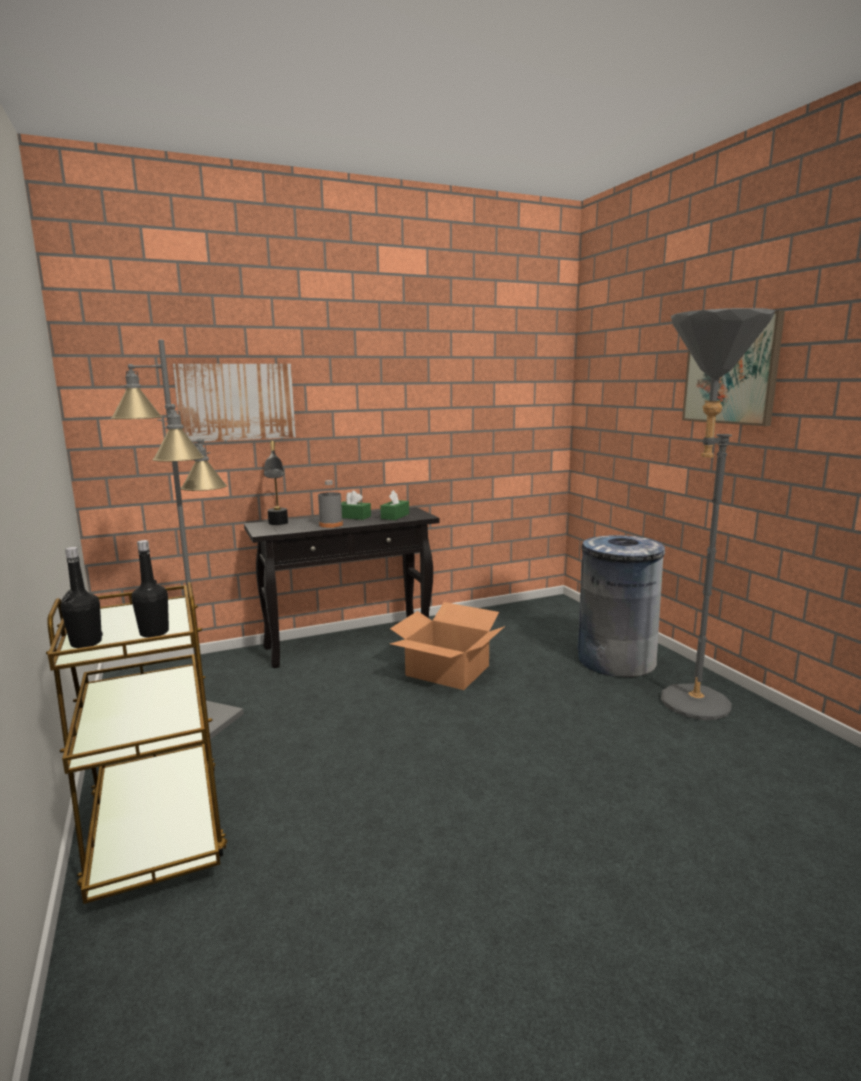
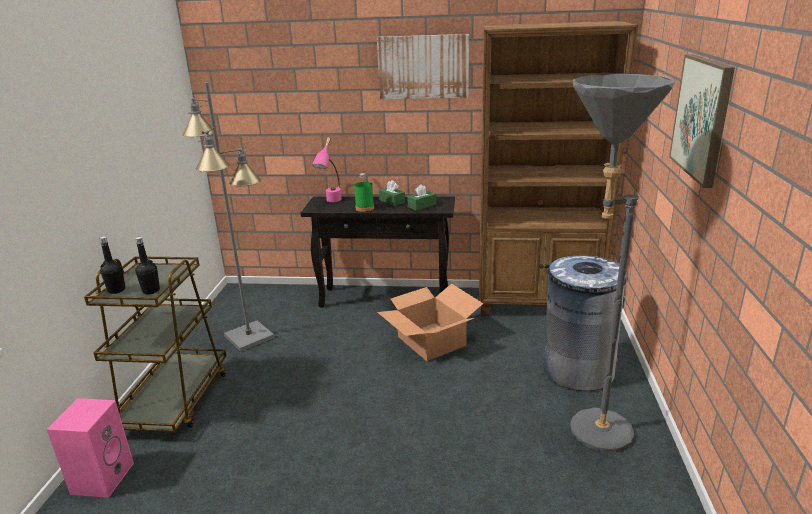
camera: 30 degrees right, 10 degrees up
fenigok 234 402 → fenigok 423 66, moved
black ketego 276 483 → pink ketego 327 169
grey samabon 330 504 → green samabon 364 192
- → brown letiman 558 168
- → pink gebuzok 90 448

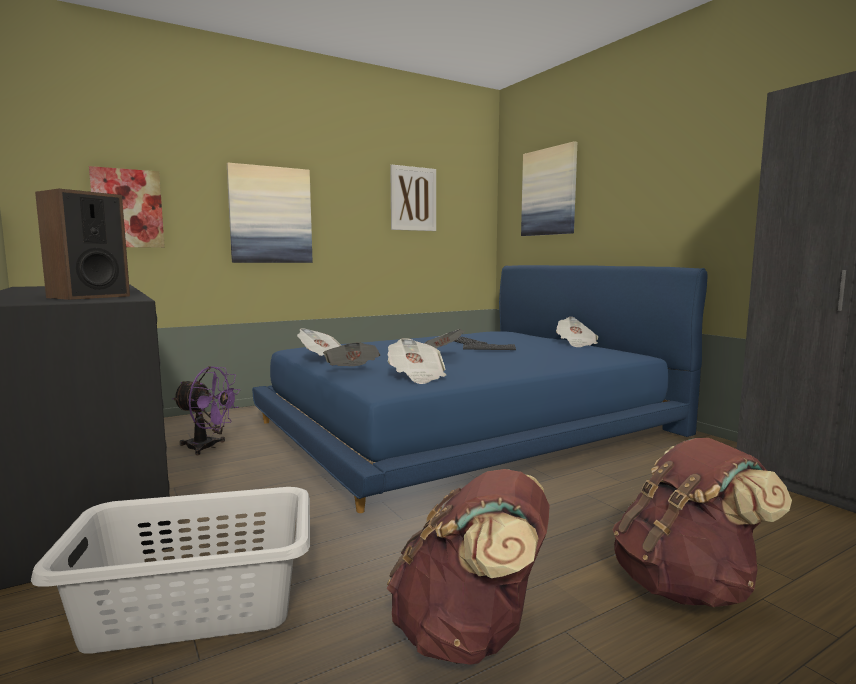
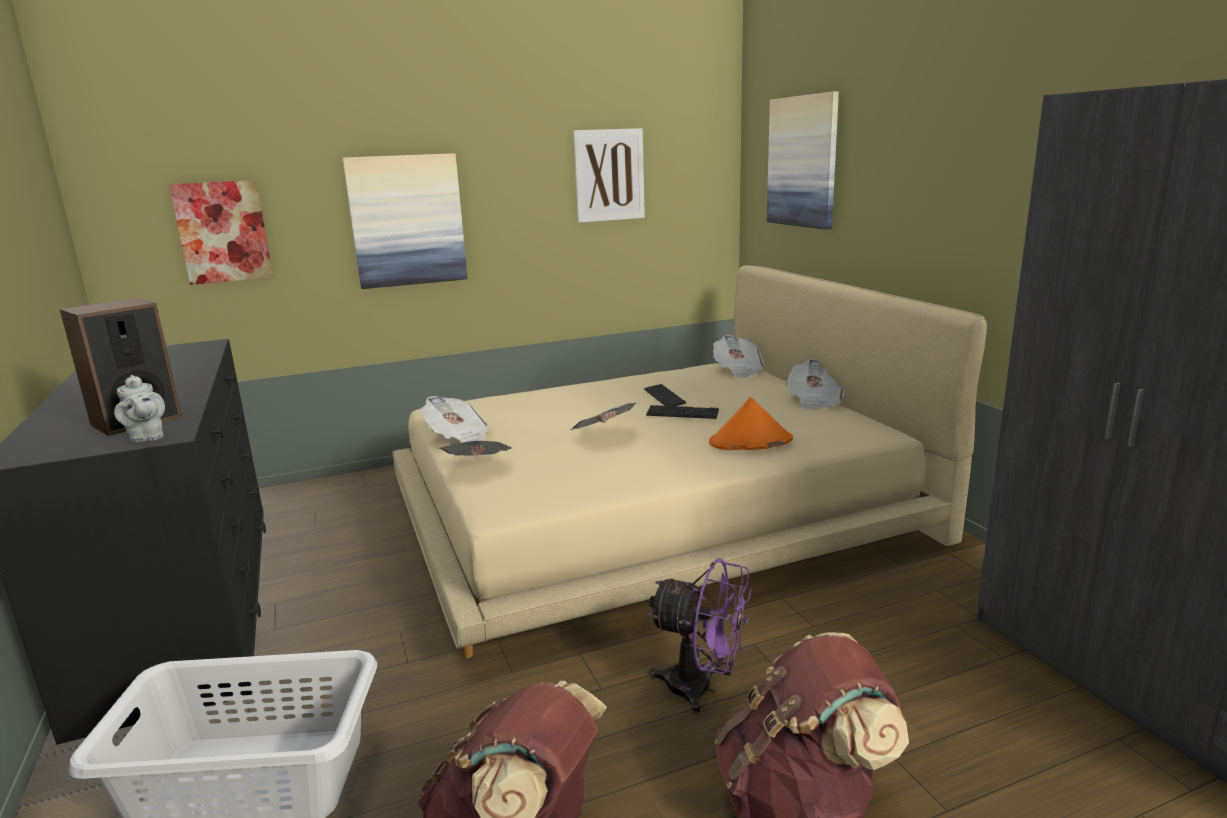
camera: 10 degrees right, 10 degrees up
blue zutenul 479 389 → beige zutenul 689 461
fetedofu 417 361 → fetedofu 738 356, moved
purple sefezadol 206 410 → purple sefezadol 699 636, moved
- → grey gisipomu 139 408
- → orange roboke 751 423

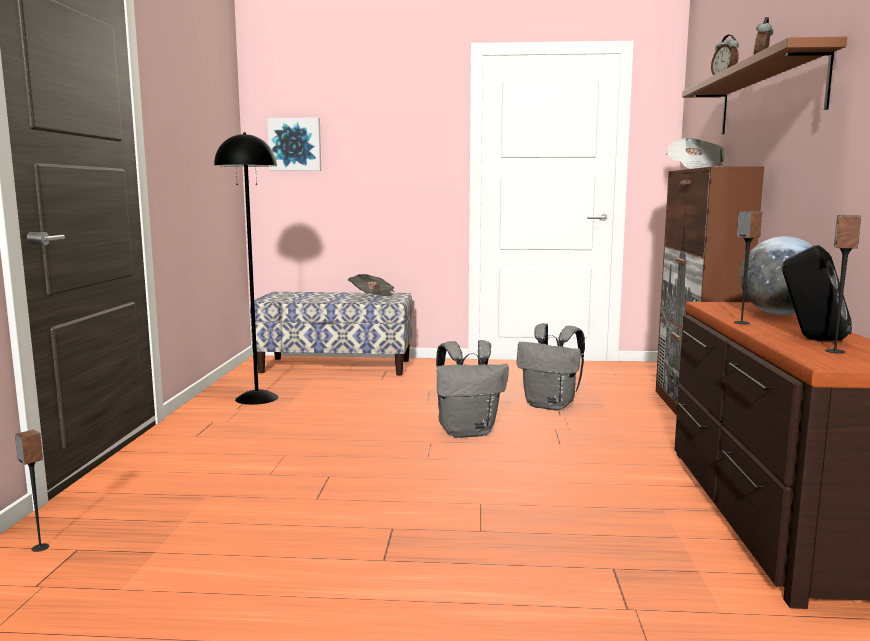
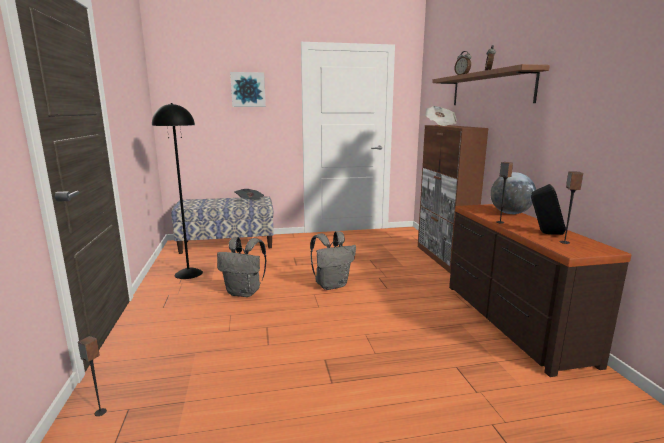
camera: 15 degrees left, 5 degrees up
fenigok 294 144 → fenigok 248 89, moved
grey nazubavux 550 367 → grey nazubavux 241 267, moved

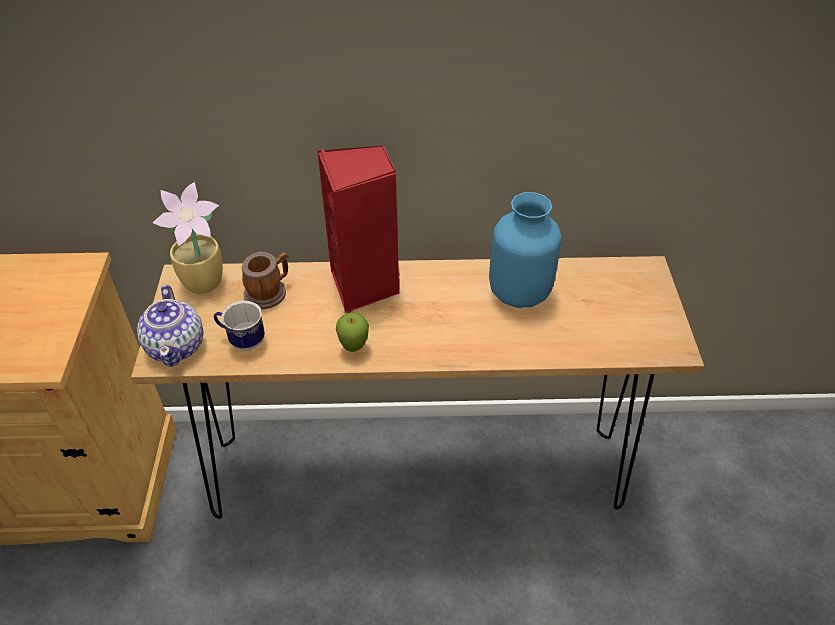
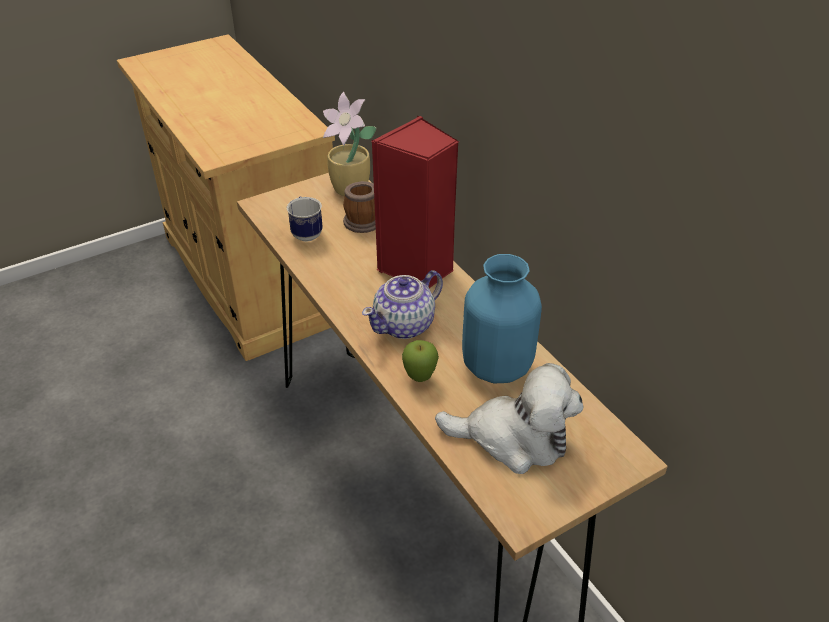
camera: 60 degrees right, 5 degrees down
gisipomu 170 326 → gisipomu 402 304, moved
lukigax 352 332 → lukigax 420 361, moved
- → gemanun 509 418

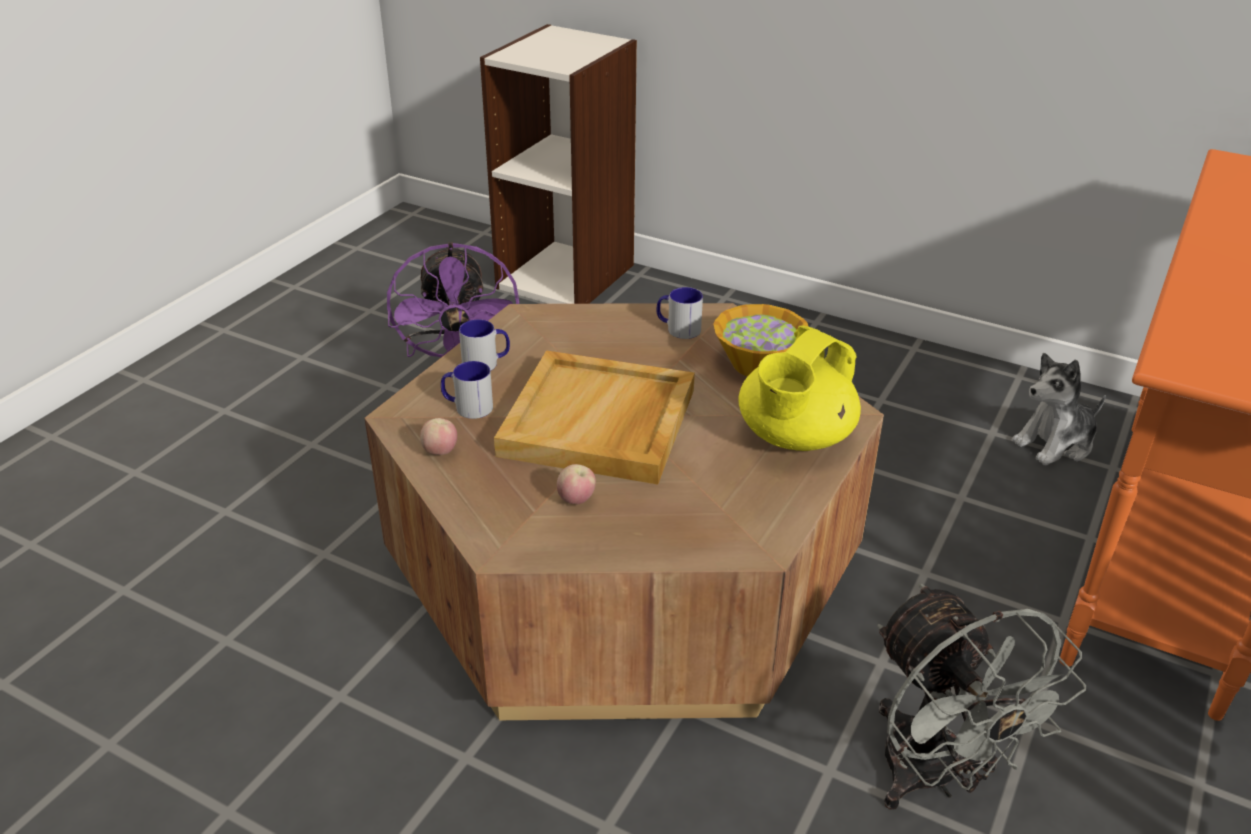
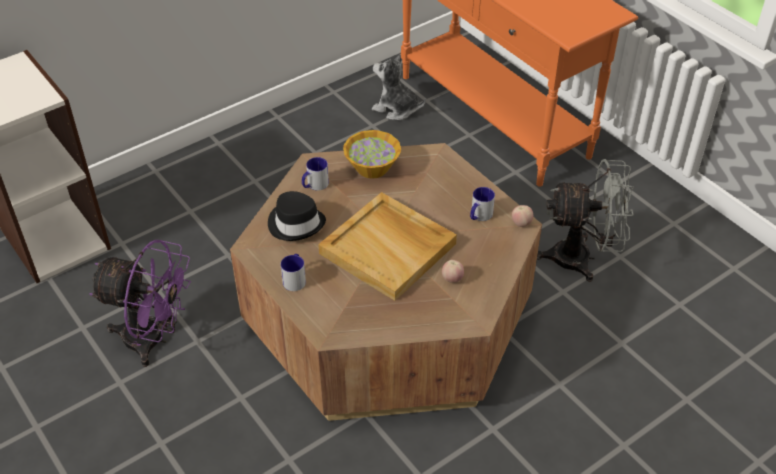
camera: 65 degrees left, 10 degrees up
yellow gisipomu 800 388 → -
gemanun 1059 409 → gemanun 399 87, 120 degrees clockwise
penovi 467 390 → penovi 482 204, moved
lukigax 438 436 → lukigax 522 216, moved
- → black roboke 297 216

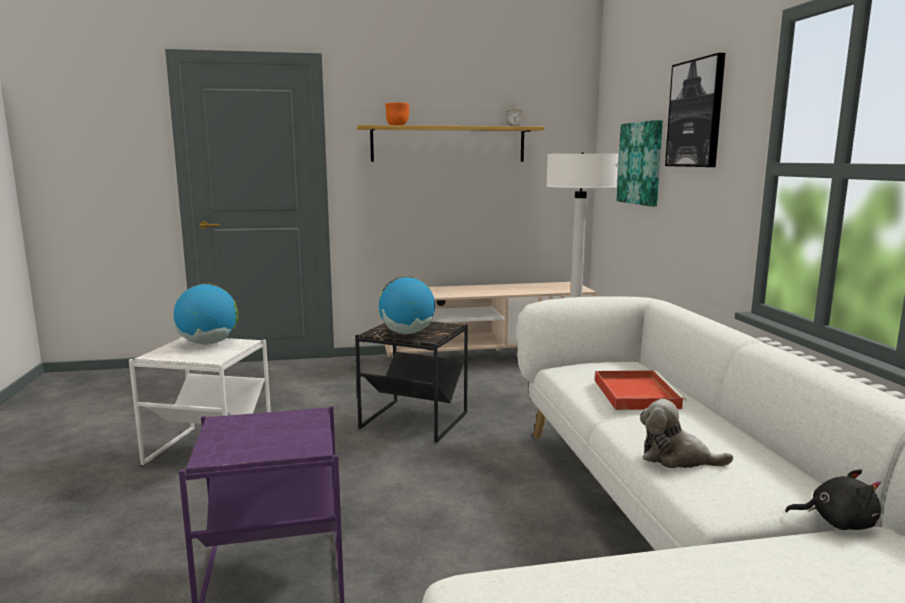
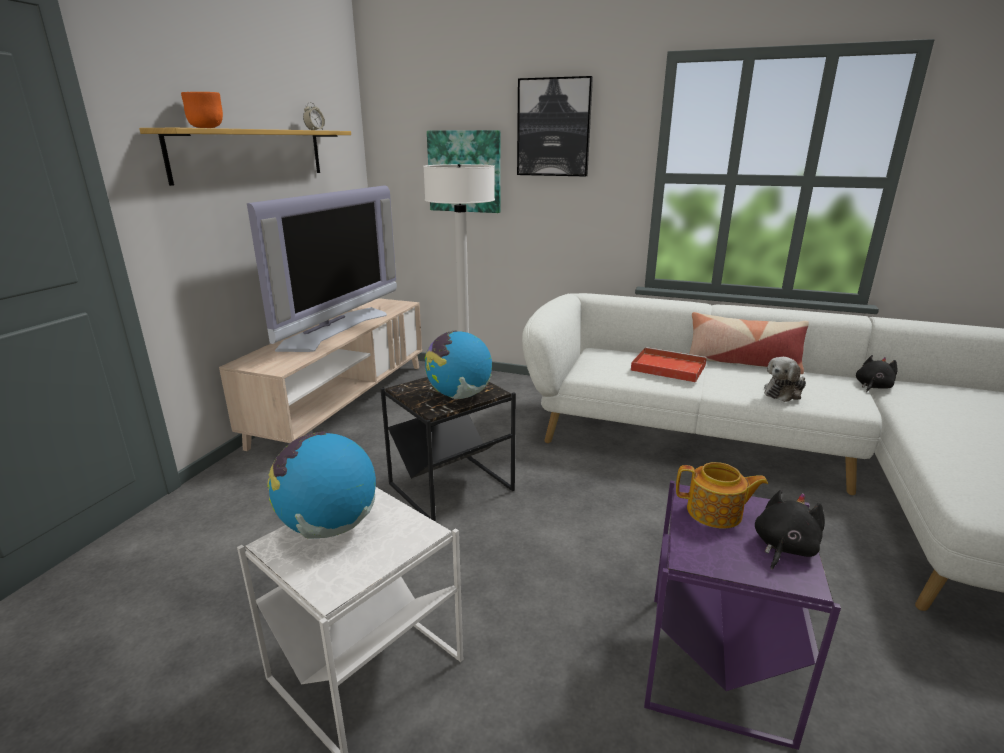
camera: 60 degrees left, 10 degrees up
- → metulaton 322 269
- → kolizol 749 343
- → gisipomu 722 495
- → black gemanun 790 530

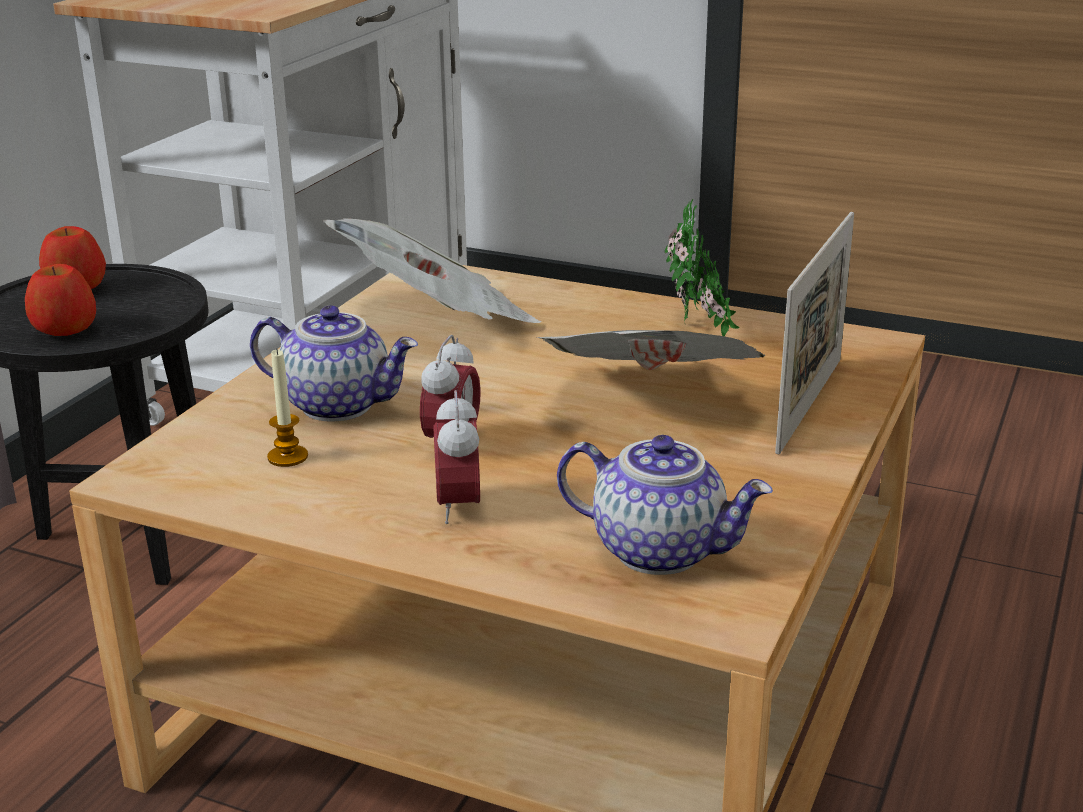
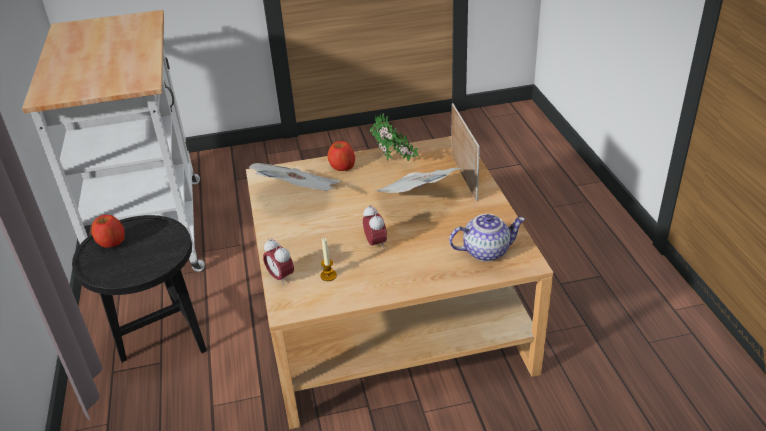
camera: 35 degrees left, 10 degrees up
lukigax 60 300 → lukigax 341 156, moved
gisipomu 334 363 → -
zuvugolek 456 457 → zuvugolek 278 262, moved

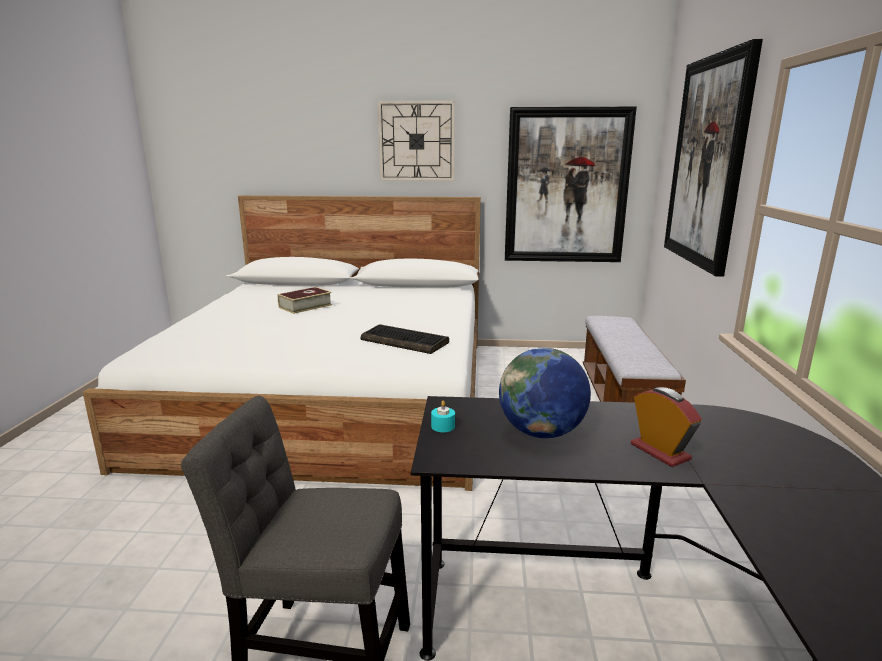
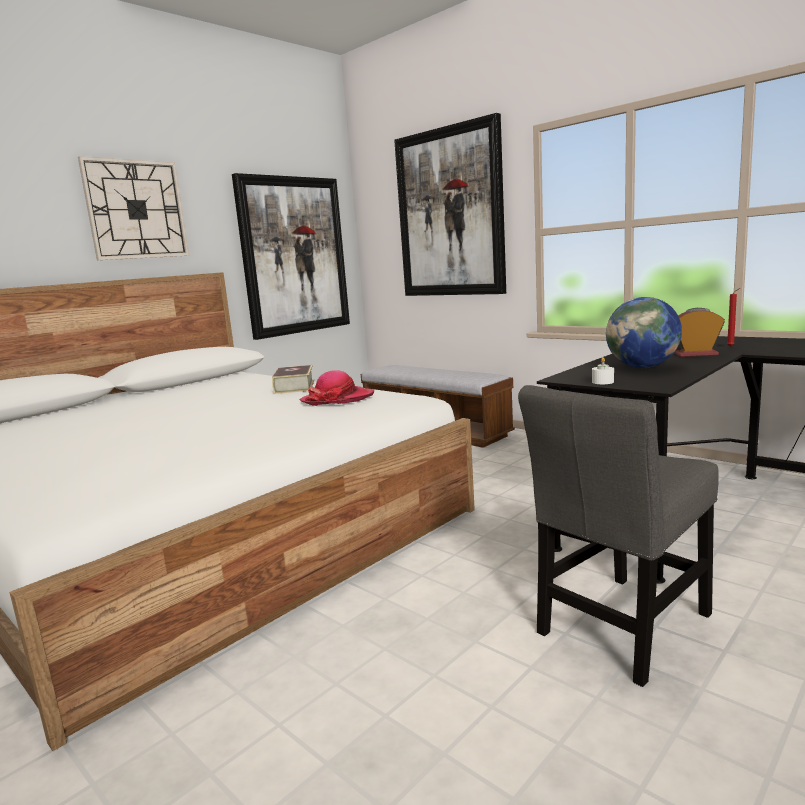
camera: 50 degrees left, 5 degrees down
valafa 305 300 → valafa 293 379, moved
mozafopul 404 339 → roboke 337 388
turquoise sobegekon 443 416 → white sobegekon 603 370
- → red sobegekon 733 317

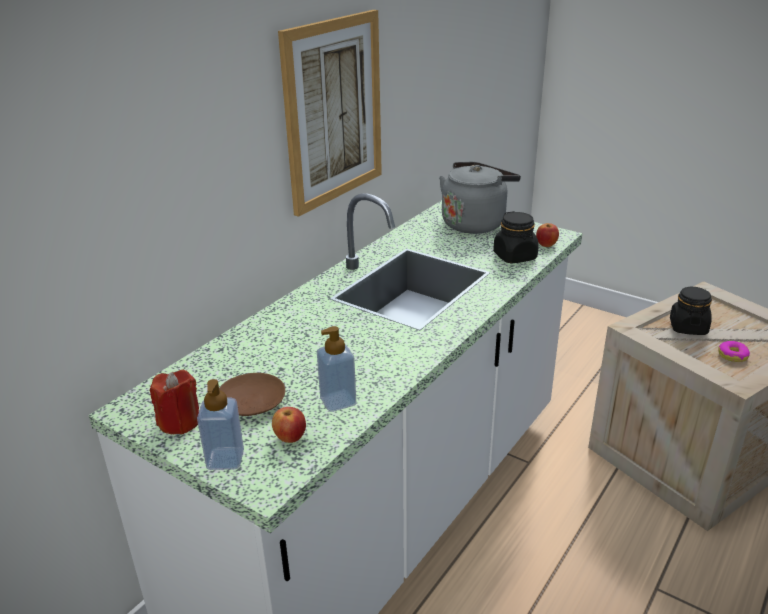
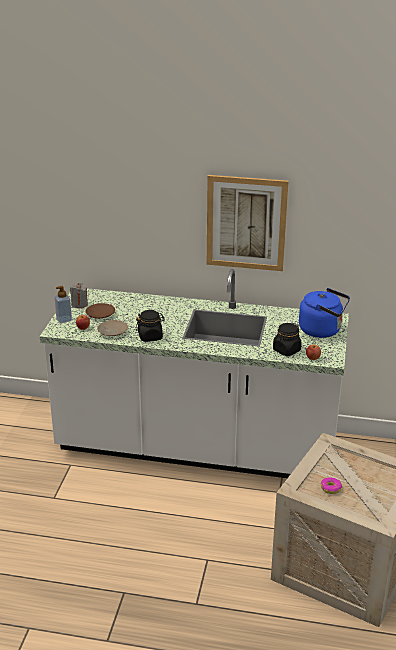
camera: 65 degrees right, 0 degrees up
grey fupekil 480 198 → blue fupekil 324 313
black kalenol 691 311 → black kalenol 150 326, moved
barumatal 336 369 → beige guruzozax 112 328
red sobegekon 174 402 → grey sobegekon 79 295

